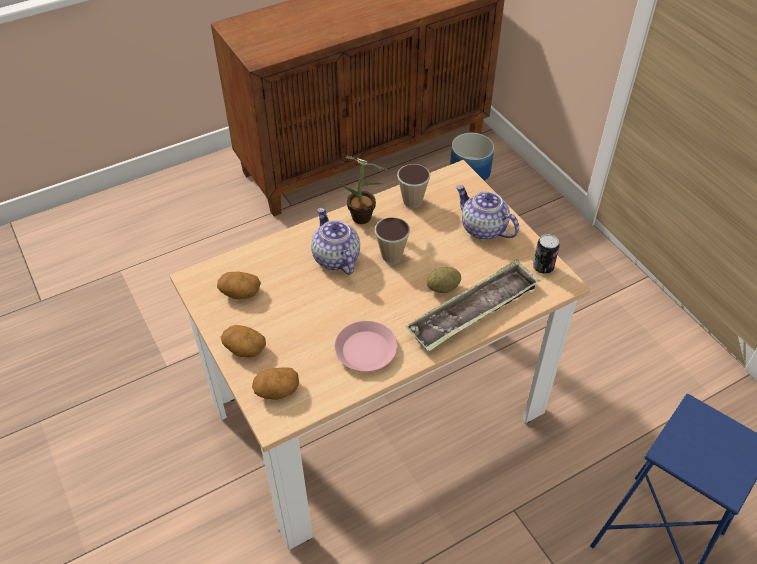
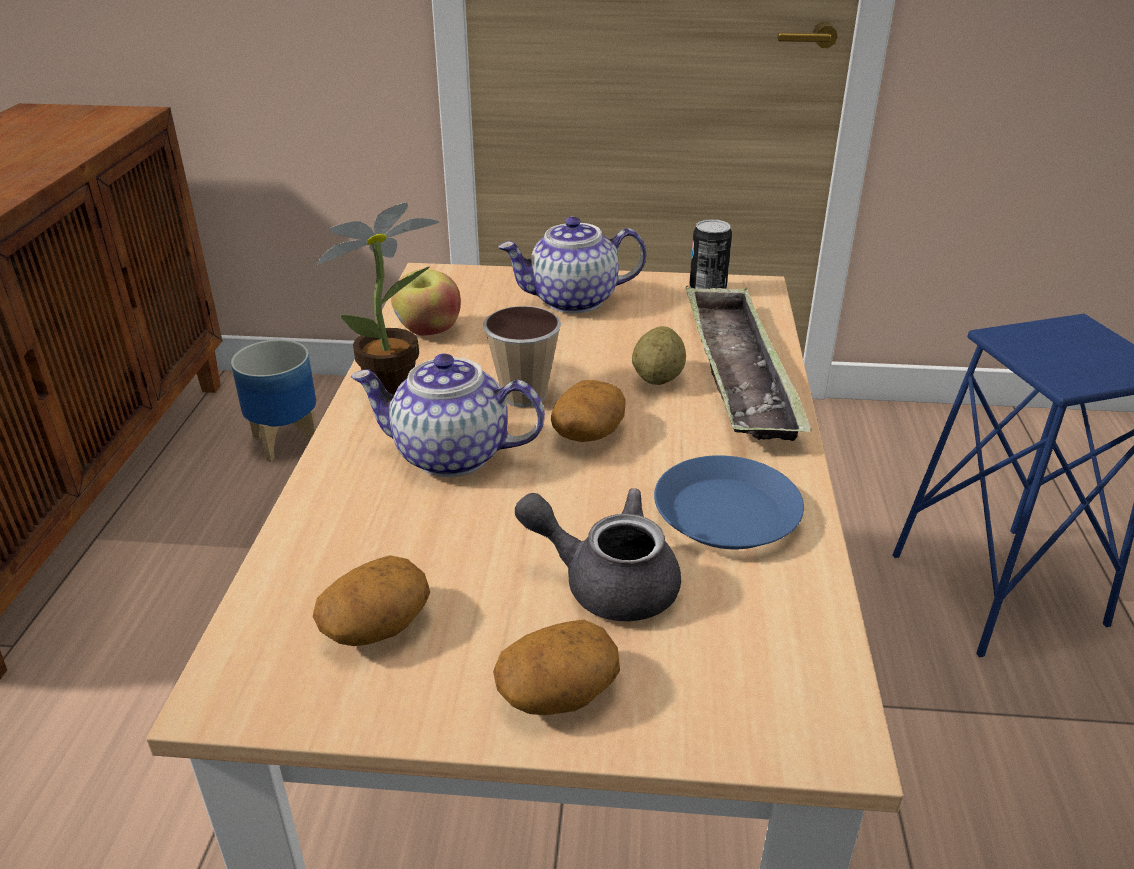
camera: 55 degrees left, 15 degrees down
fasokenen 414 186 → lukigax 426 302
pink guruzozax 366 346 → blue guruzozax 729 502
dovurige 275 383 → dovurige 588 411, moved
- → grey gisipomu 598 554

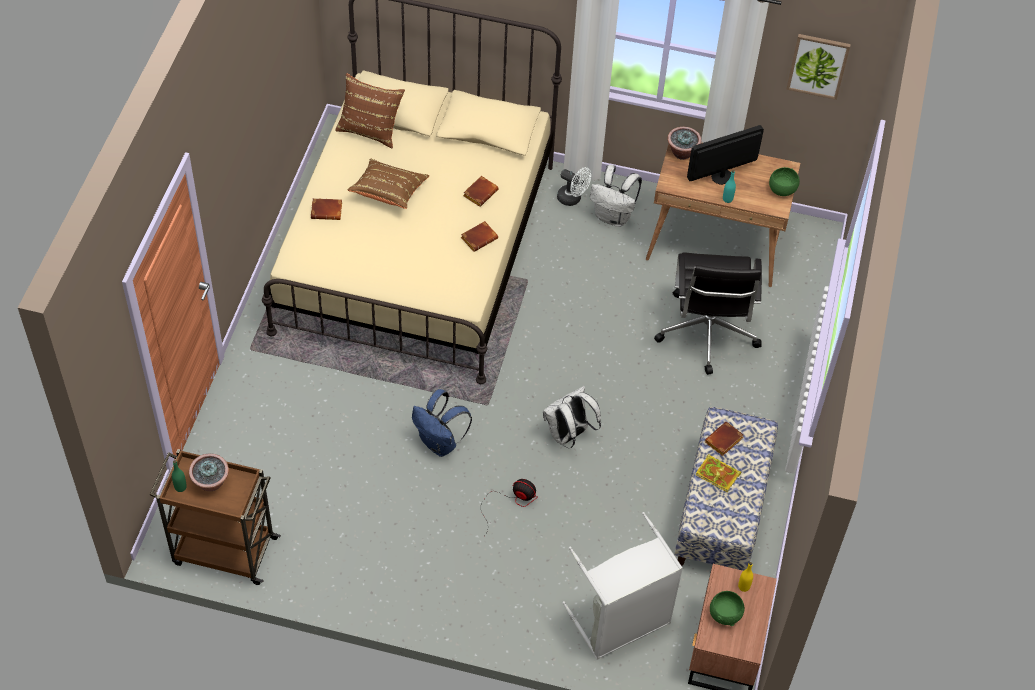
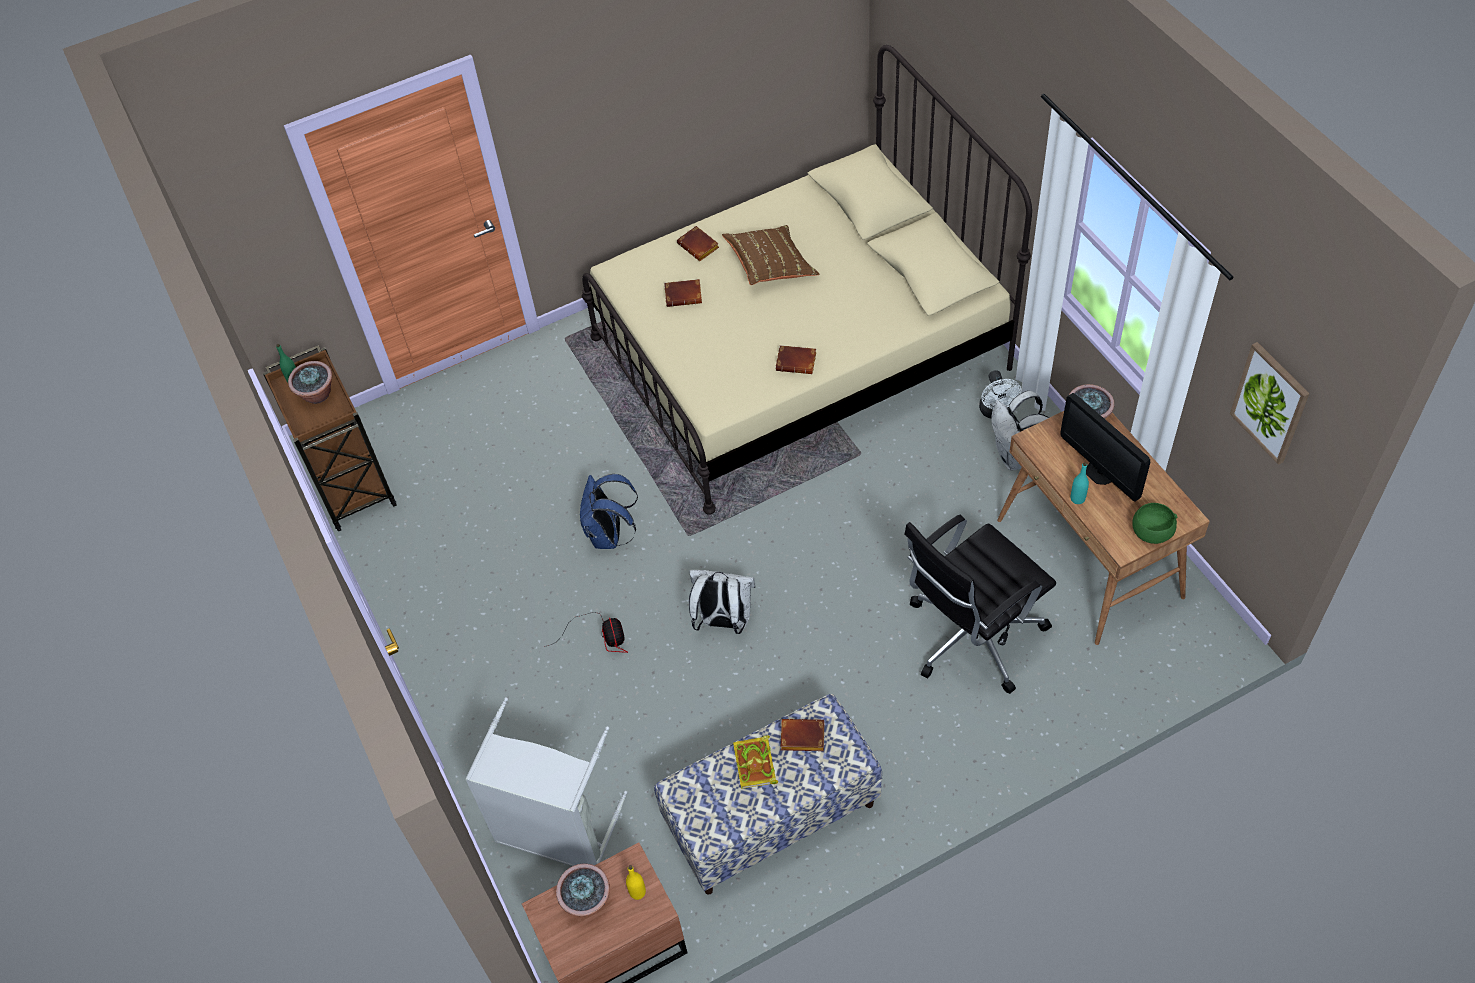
camera: 55 degrees right, 0 degrees up
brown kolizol 370 111 → -
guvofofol 725 155 → guvofofol 1105 447, 150 degrees counterclockwise
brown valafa 481 191 → brown valafa 683 293, moved
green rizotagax 727 608 → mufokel 583 889

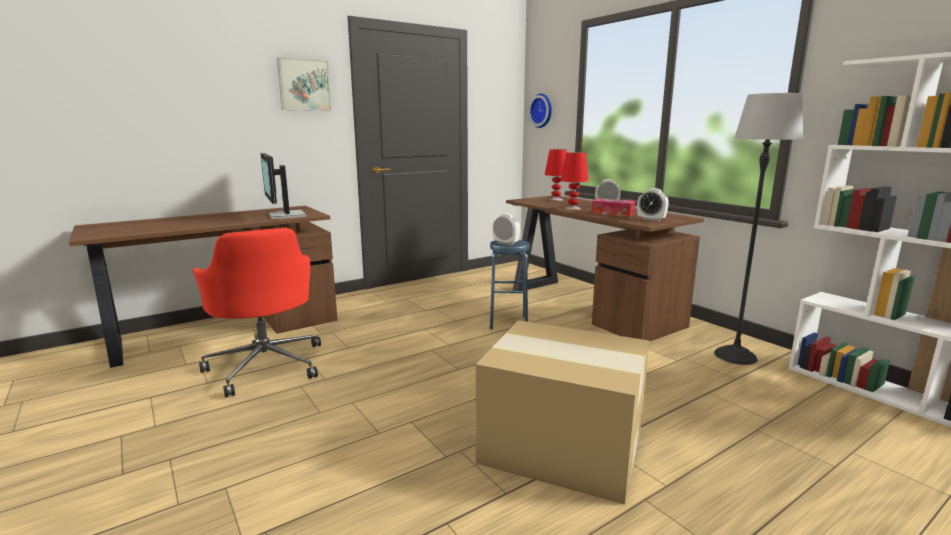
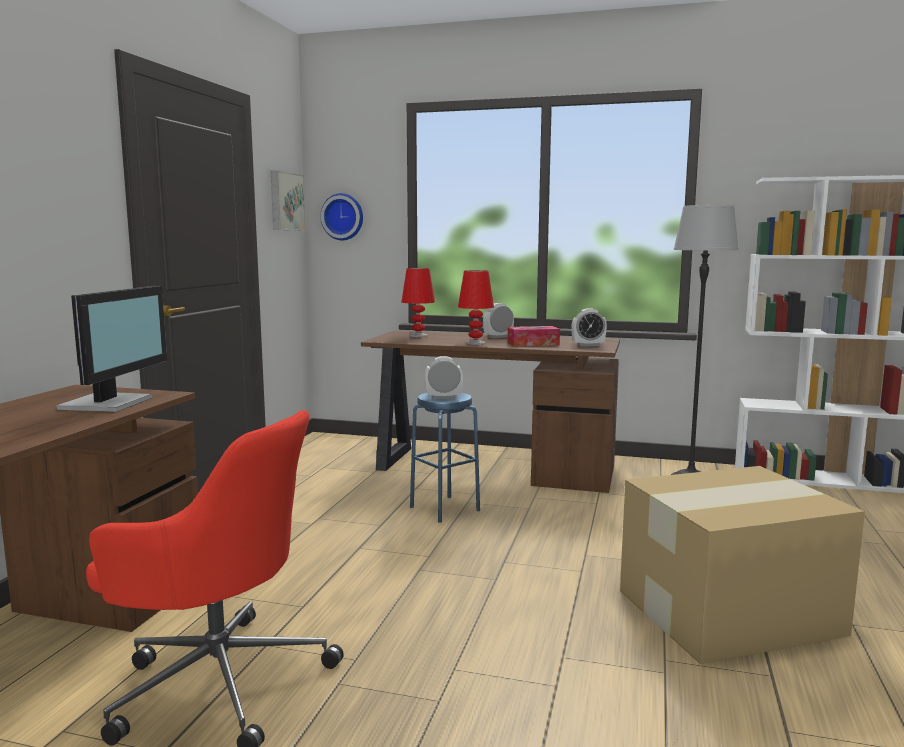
camera: 40 degrees left, 5 degrees down
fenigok 304 84 → fenigok 288 200, moved
guvofofol 283 186 → guvofofol 111 349, 105 degrees counterclockwise

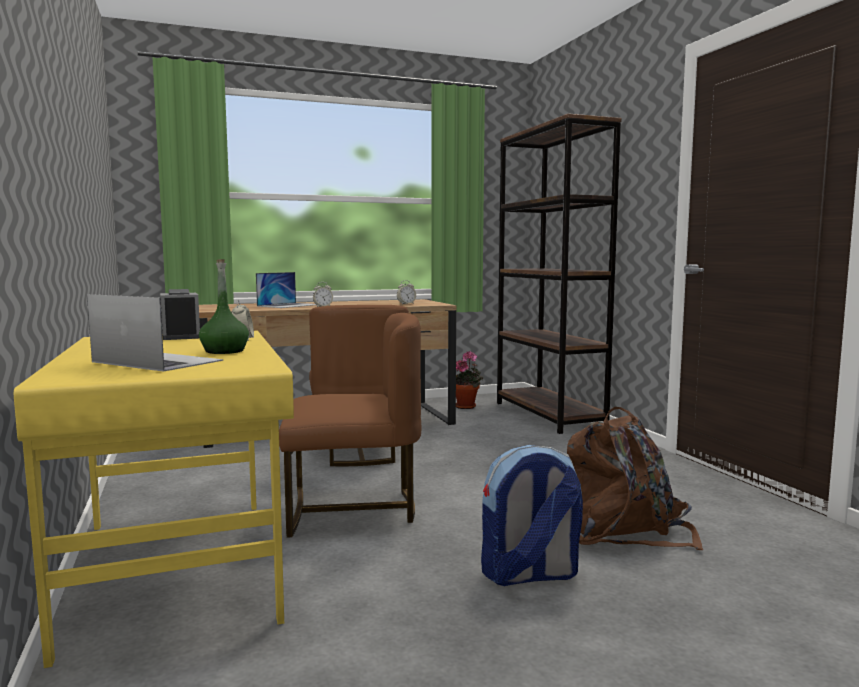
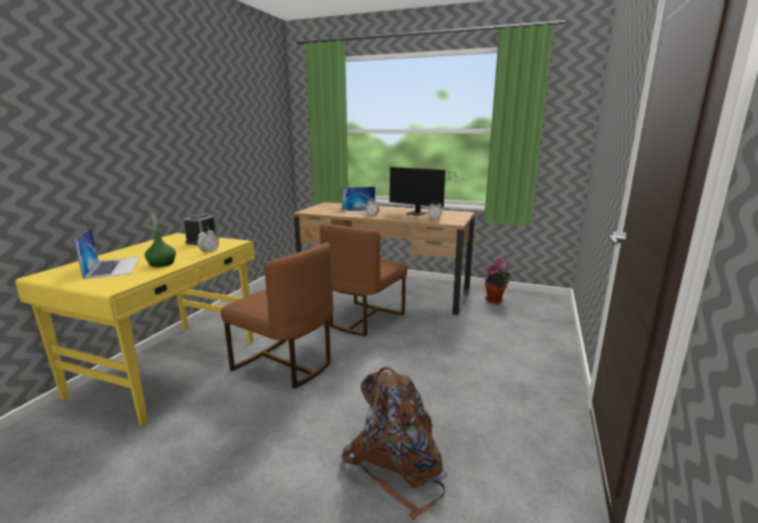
camera: 40 degrees right, 10 degrees up
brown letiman 559 273 → -
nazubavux 532 515 → -
- → guvofofol 425 191

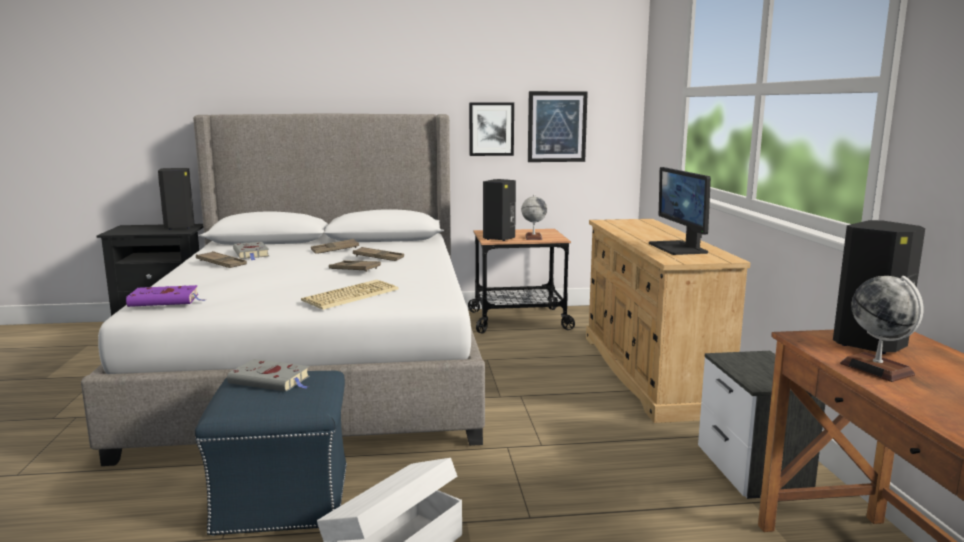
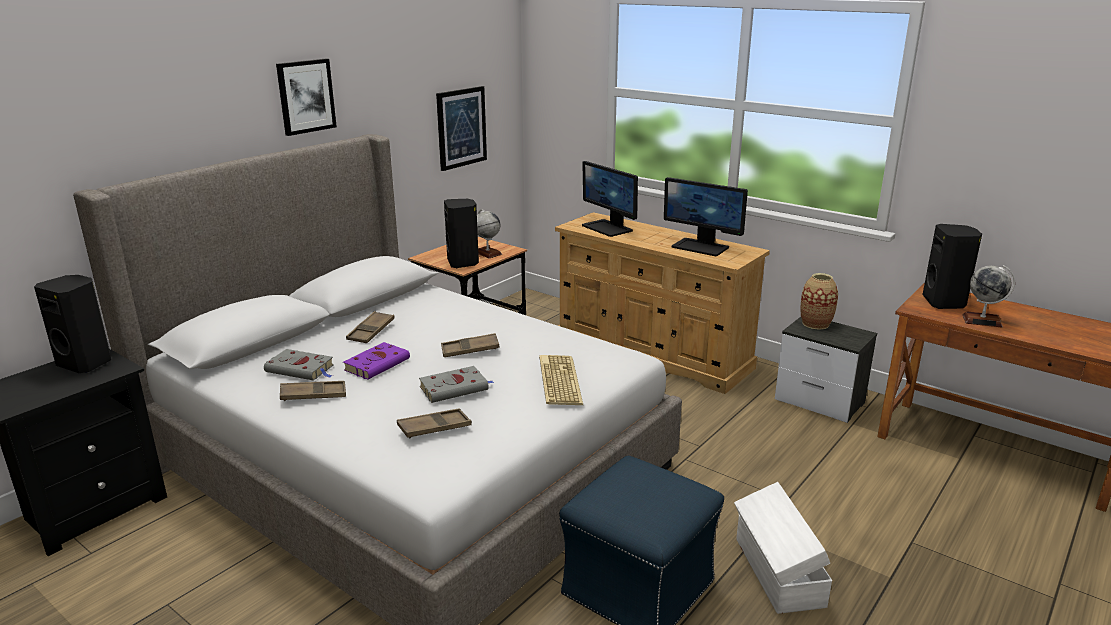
camera: 45 degrees left, 10 degrees up
fenigok 491 129 → fenigok 306 97, moved
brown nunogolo 378 254 → brown nunogolo 434 423, moved
purple valafa 166 296 → purple valafa 376 360, moved
grey valafa 268 375 → grey valafa 456 384, moved
- → guvofofol 610 199
- → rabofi 819 301

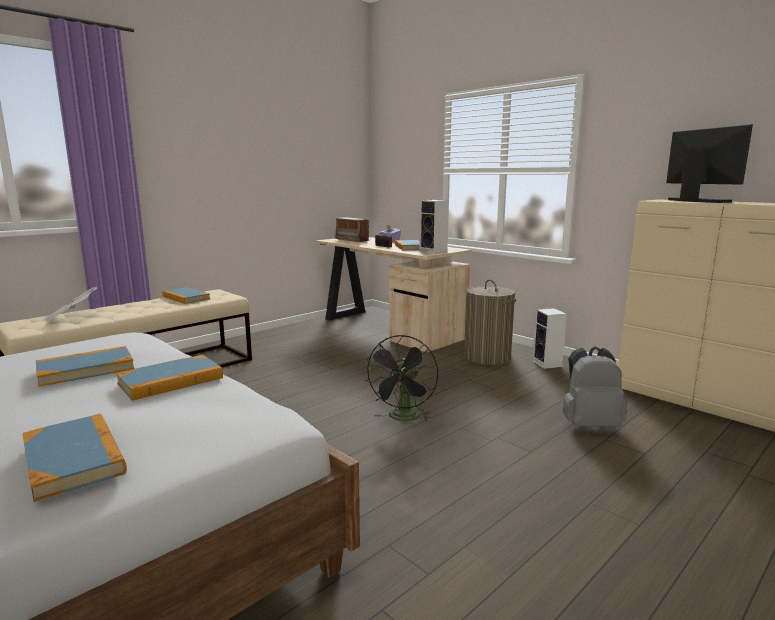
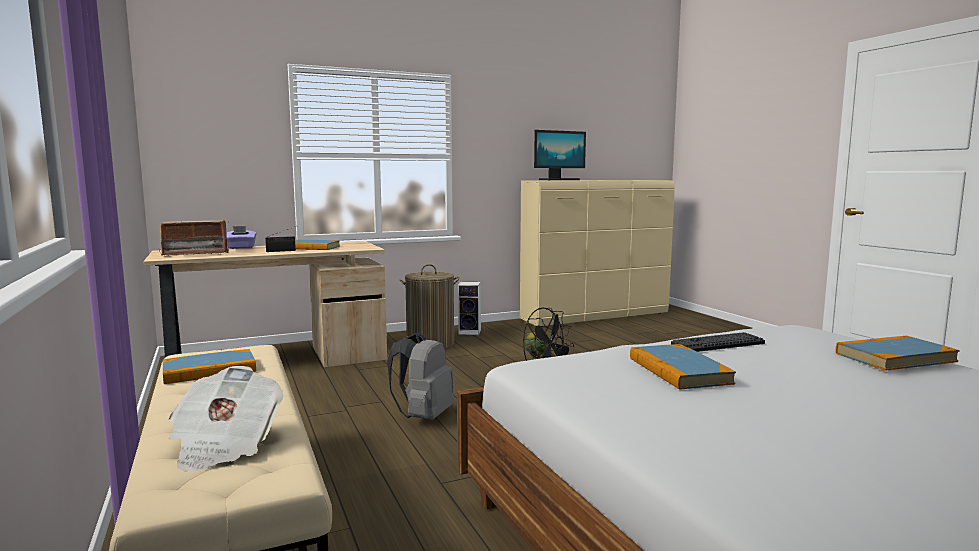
camera: 70 degrees left, 5 degrees down
guvofofol 709 163 → guvofofol 560 155, 150 degrees clockwise
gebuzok 434 227 → -
grey nazubavux 594 386 → grey nazubavux 420 376, moved
valafa 169 378 → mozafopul 718 342

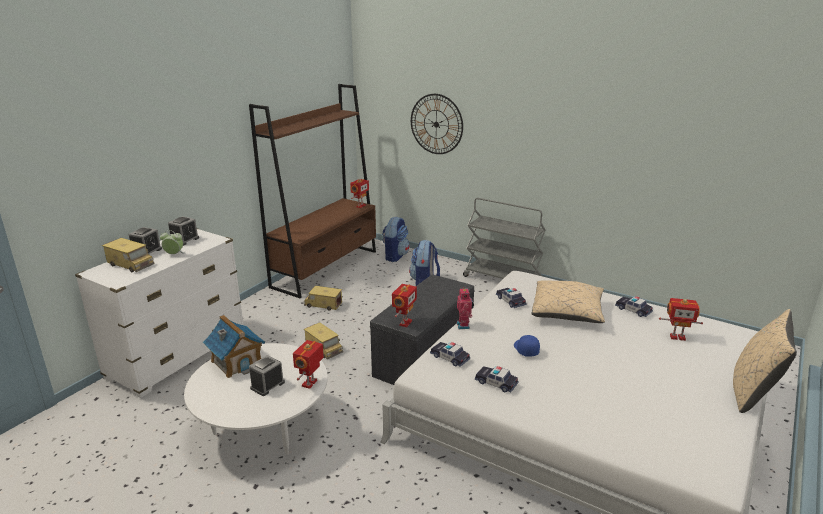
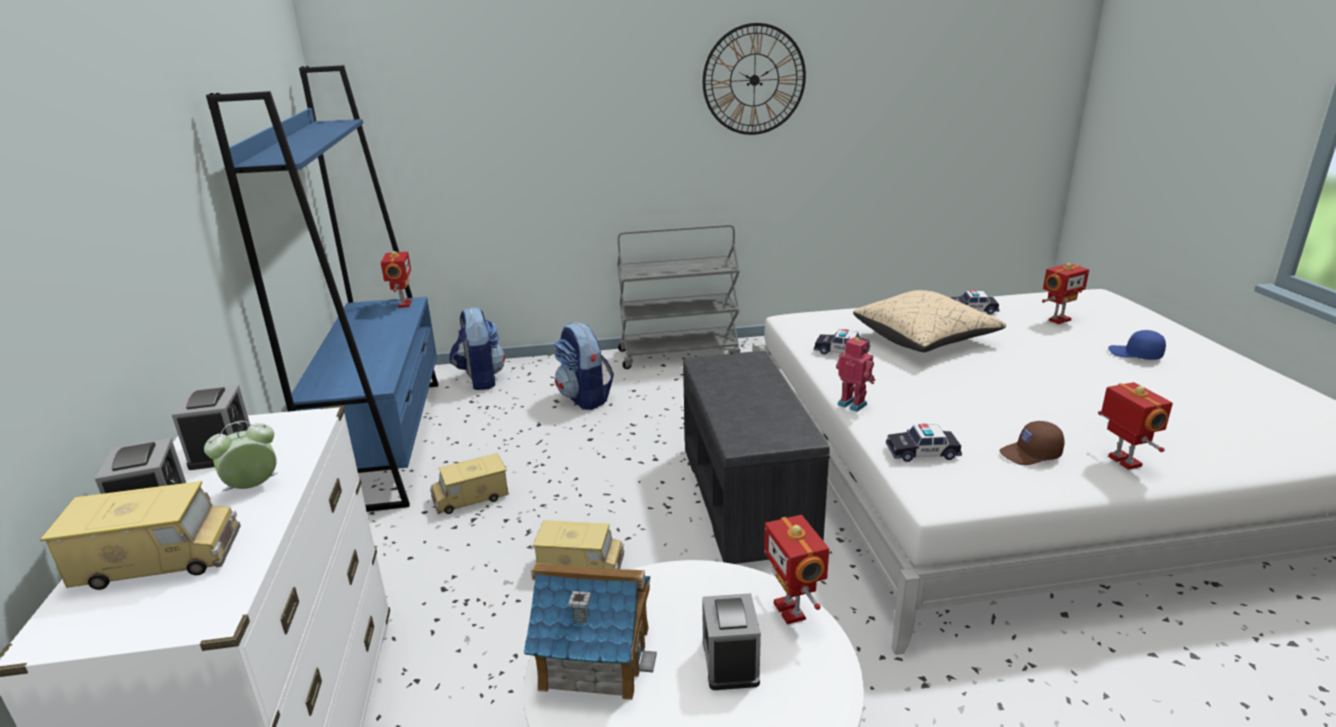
camera: 40 degrees left, 0 degrees up
brown letiman 312 191 → blue letiman 322 288
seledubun 437 124 → seledubun 754 79, moved
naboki 404 305 → naboki 1135 426, moved
beige kolizol 765 361 → -
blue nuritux 527 346 → blue nuritux 1137 345, moved
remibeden 496 379 → brown nuritux 1032 443

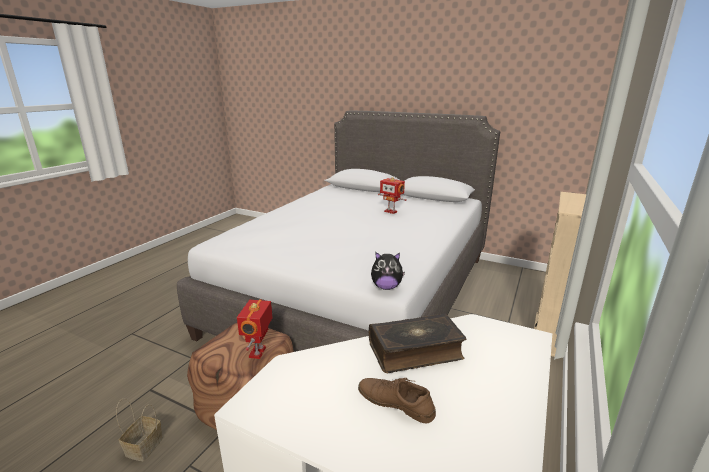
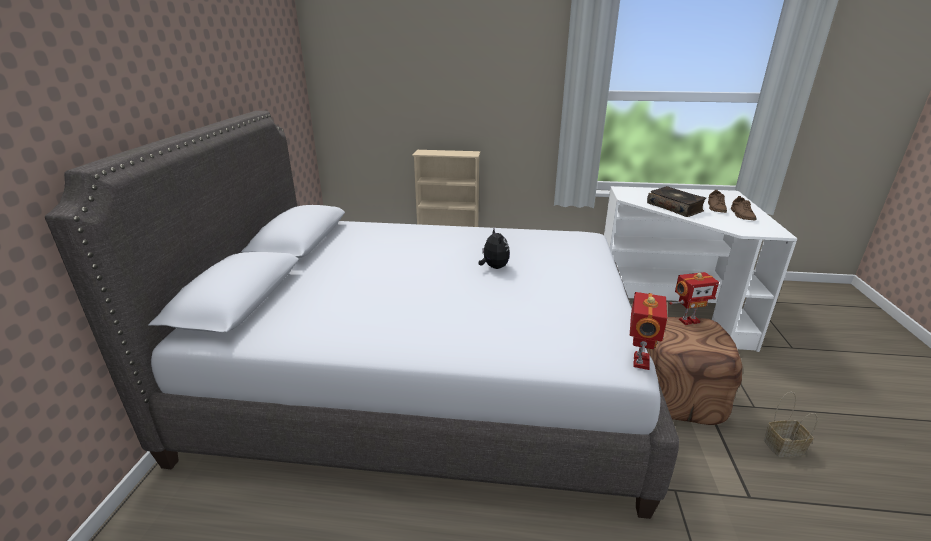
camera: 110 degrees left, 5 degrees up
naboki 392 195 → naboki 648 331, moved
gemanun 388 271 → gemanun 494 248, moved
- → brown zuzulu 744 208

